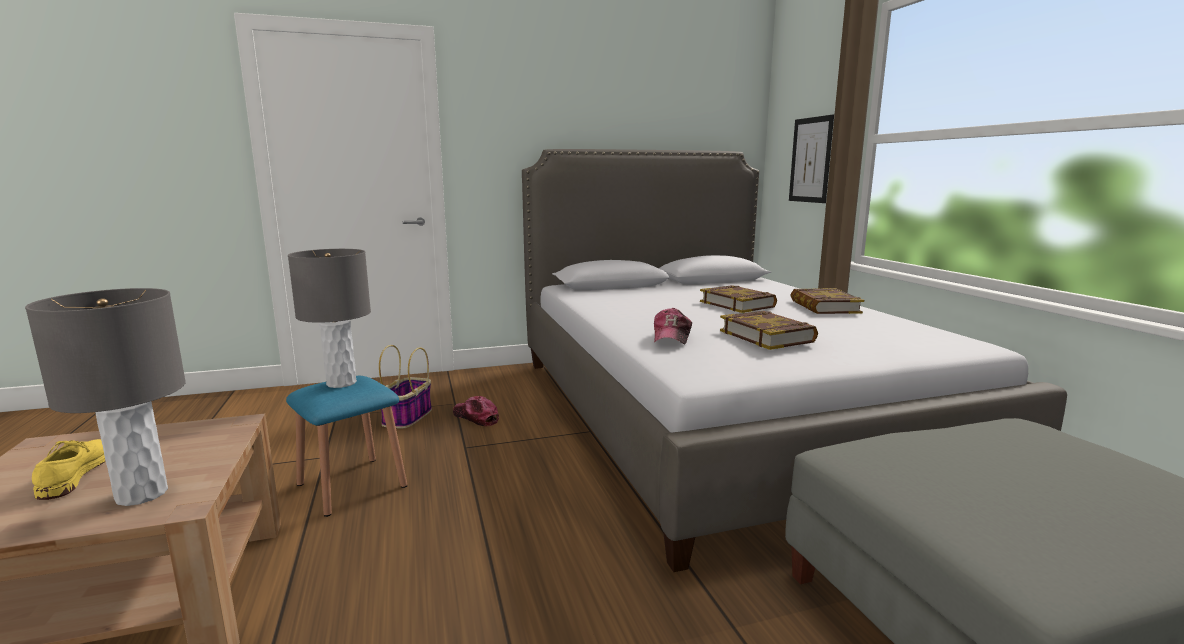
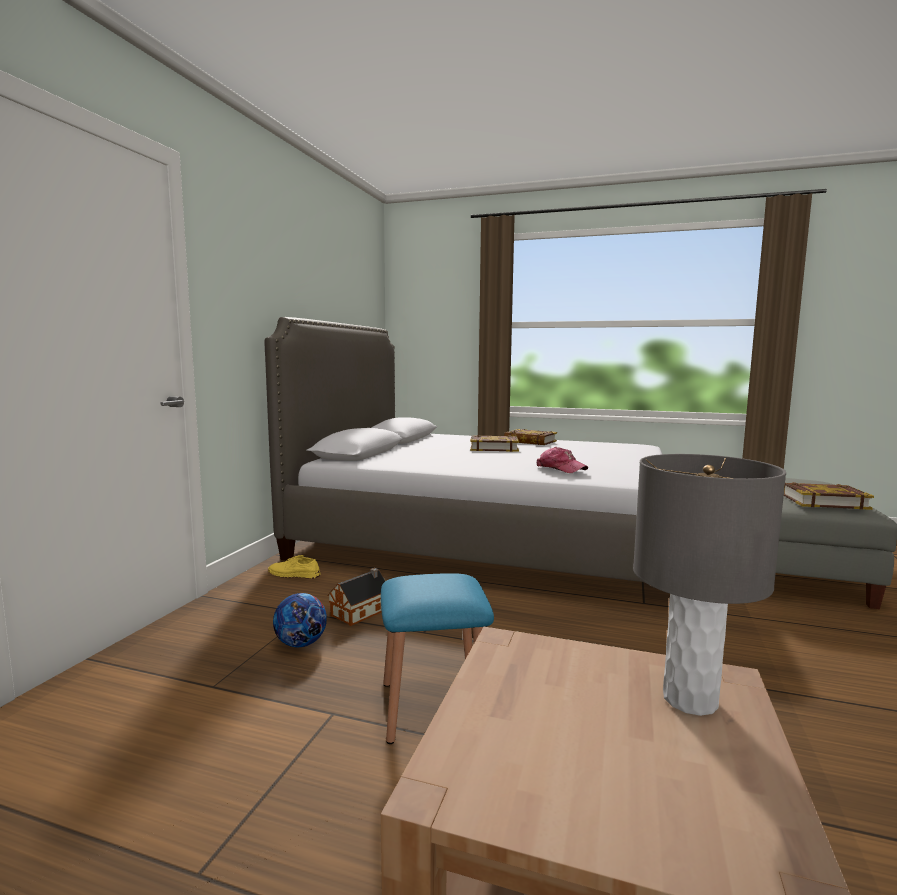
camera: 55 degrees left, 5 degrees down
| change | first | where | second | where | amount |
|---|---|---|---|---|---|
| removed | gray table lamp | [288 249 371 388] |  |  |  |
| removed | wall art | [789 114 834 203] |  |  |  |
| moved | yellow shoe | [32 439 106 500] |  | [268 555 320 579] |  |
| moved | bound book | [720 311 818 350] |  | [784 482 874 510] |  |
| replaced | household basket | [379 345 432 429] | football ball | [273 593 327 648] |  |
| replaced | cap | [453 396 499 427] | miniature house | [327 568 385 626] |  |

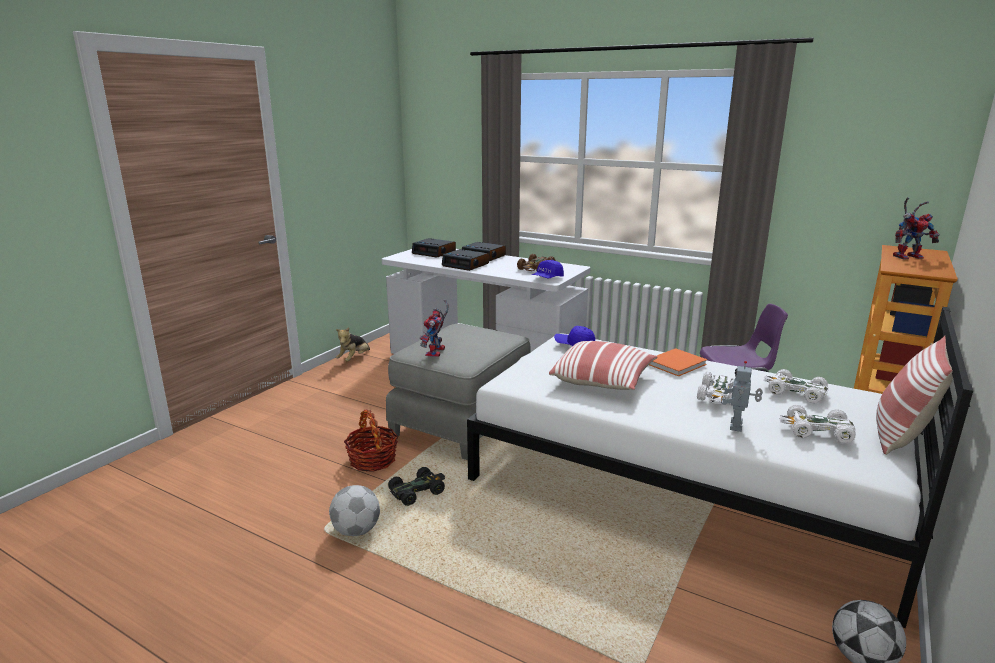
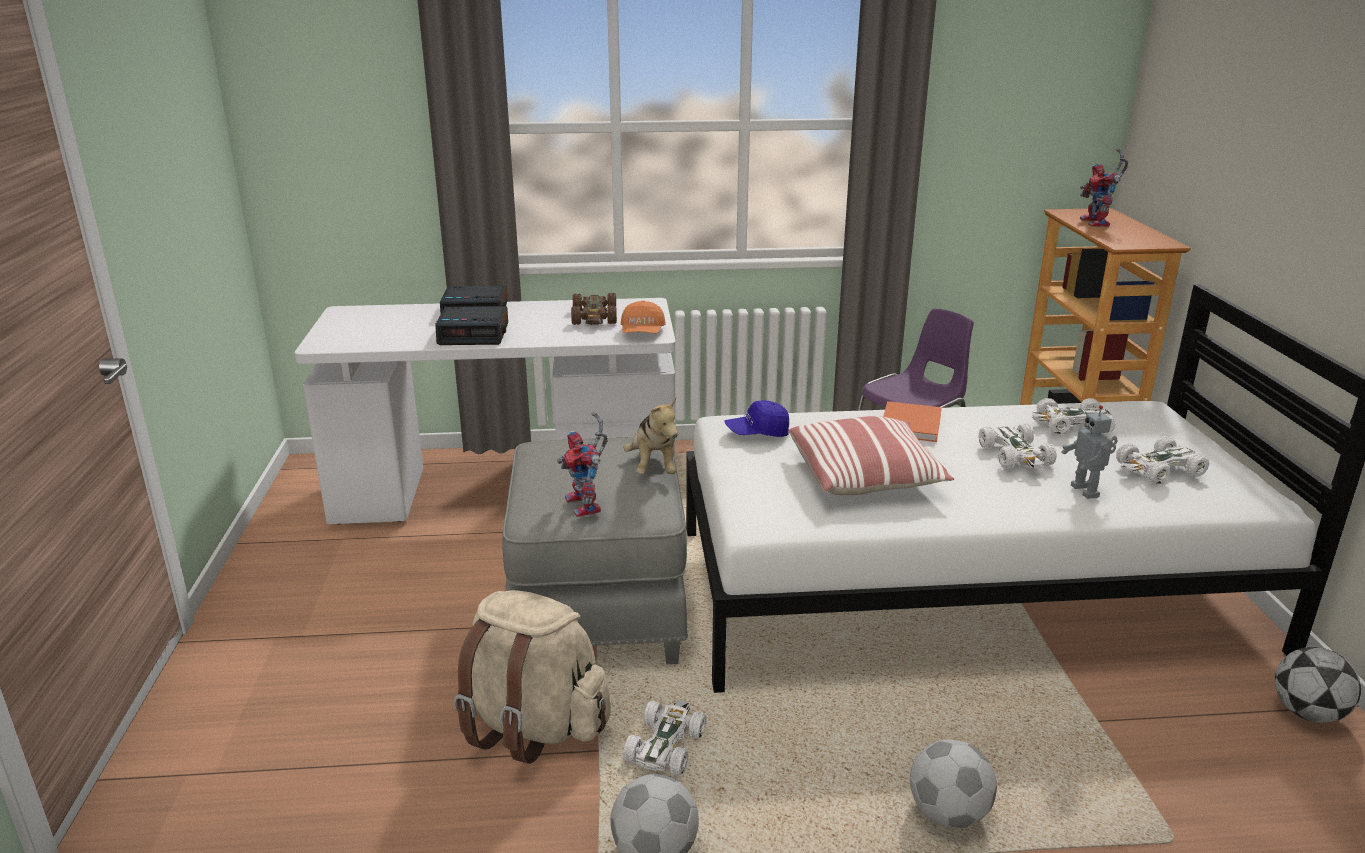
camera: 35 degrees left, 5 degrees up
| change | first | where | second | where | amount |
|---|---|---|---|---|---|
| removed | bedside clock | [412 238 456 257] |  |  |  |
| removed | pillow | [876 336 953 455] |  |  |  |
| added |  |  | football ball | [910 740 997 828] |  |
| moved | plush toy | [336 327 370 362] |  | [624 397 678 474] |  |
| replaced | household basket | [344 409 398 472] | beige-coloured rucksack | [454 590 611 764] |  |
| recoloured | blackish toy car | [388 467 445 506] | white toy car | [623 700 706 775] |  |
| recoloured | blue cap | [532 260 564 278] | orange cap | [621 301 666 334] |  |
| turned | toy robot | [893 197 939 259] |  | [1080 148 1128 227] | 135 degrees clockwise |

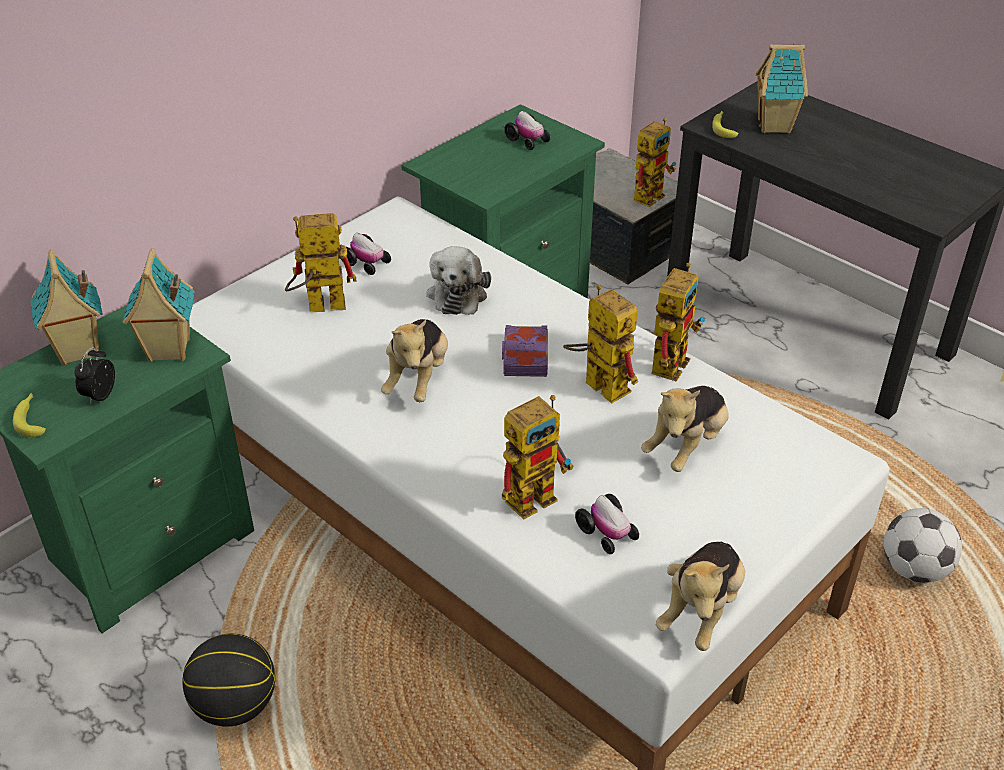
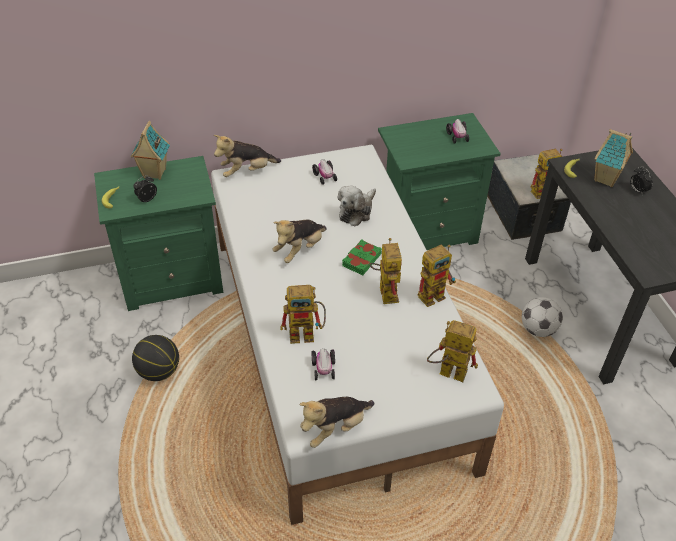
camera: 30 degrees right, 5 degrees up
| change | first | where | second | where | amount |
|---|---|---|---|---|---|
| removed | miniature house | [122 248 195 362] |  |  |  |
| added |  |  | bedside clock | [630 166 653 196] |  |
| moved | toy robot | [285 213 357 312] |  | [427 320 478 382] |  |
| moved | plush toy | [641 386 729 472] |  | [214 135 281 177] |  |
| moved | football ball | [884 508 962 583] |  | [522 297 563 337] |  |
| recoloured | purple-coloured bound book | [502 325 548 377] | green bound book | [342 239 382 275] |  |

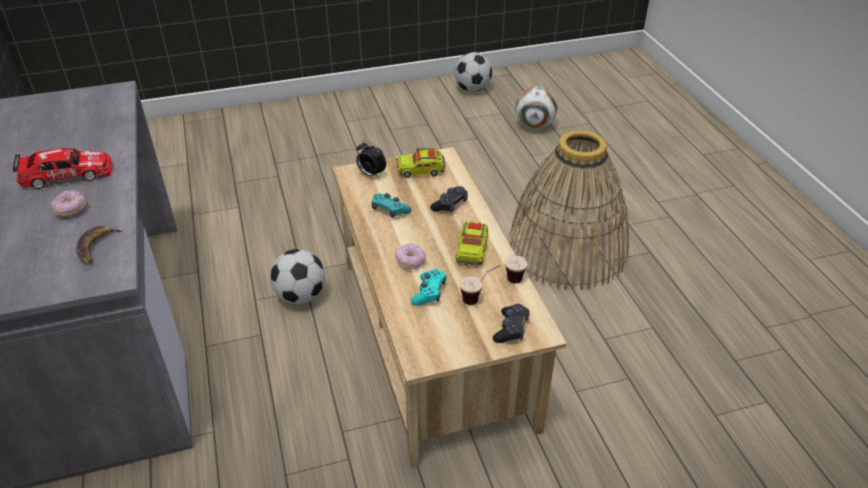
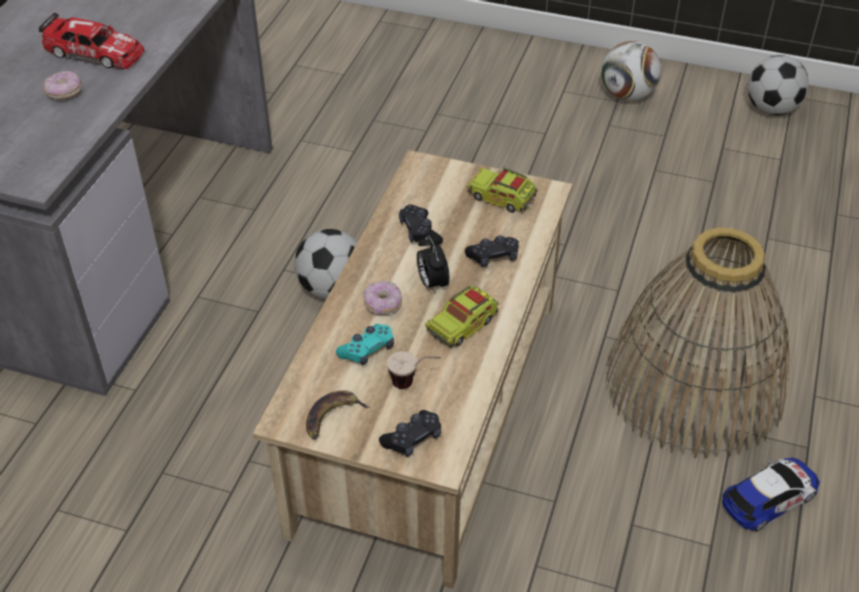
camera: 35 degrees right, 5 degrees up
| change | first | where | second | where | amount |
|---|---|---|---|---|---|
| removed | small cup | [505 245 545 283] |  |  |  |
| added |  |  | toy car | [722 457 820 531] |  |
| moved | whole banana | [76 226 124 264] |  | [306 390 370 440] |  |
| moved | bedside clock | [356 140 386 179] |  | [417 236 450 294] |  |
| moved | football ball | [515 86 558 129] |  | [601 41 661 101] |  |
| recoloured | turquoise-coloured game controller | [372 193 412 218] | blackish game controller | [399 205 443 245] |  |

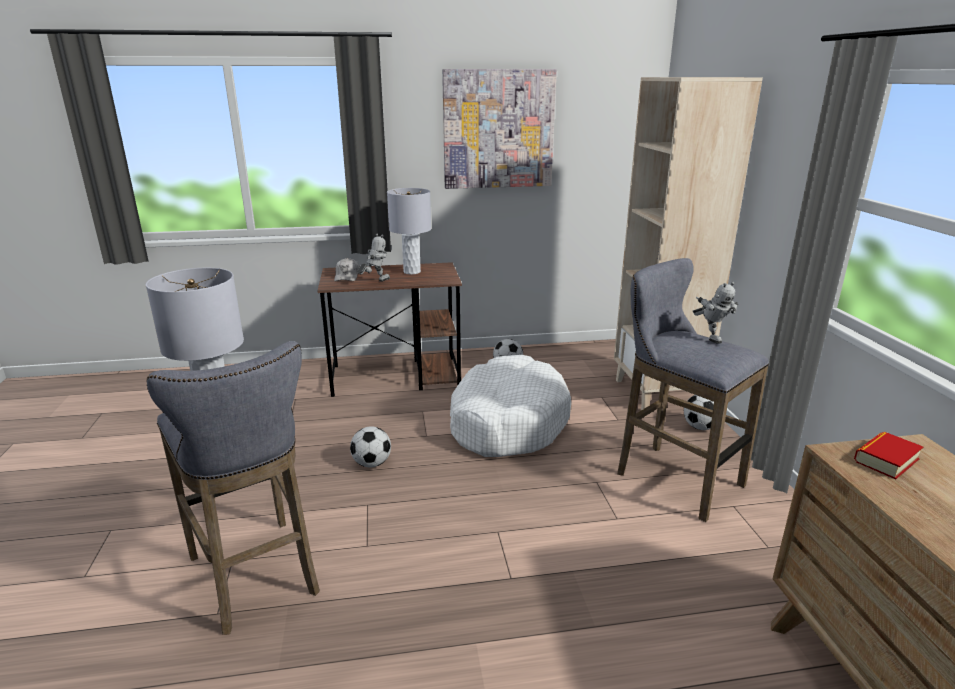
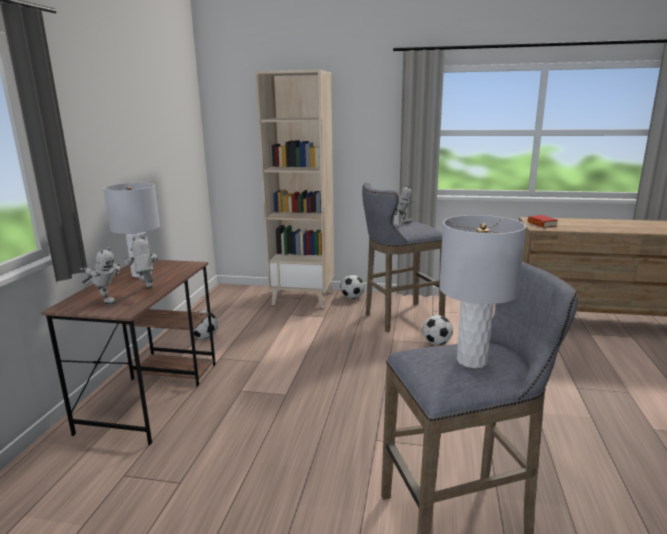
camera: 70 degrees left, 5 degrees down
| change | first | where | second | where | amount |
|---|---|---|---|---|---|
| removed | wall art | [442 69 557 189] |  |  |  |
| removed | white dog cushion | [450 355 571 457] |  |  |  |
| moved | football ball | [350 426 391 467] |  | [423 315 453 345] |  |
| replaced | white cap | [334 258 360 281] | toy robot | [80 247 120 305] |  |

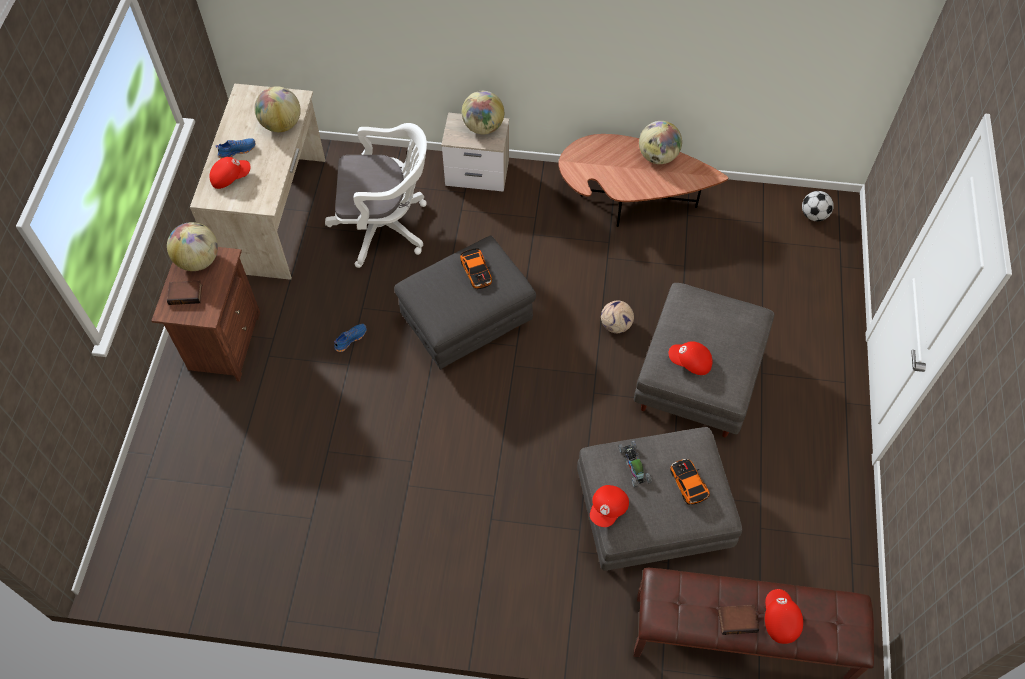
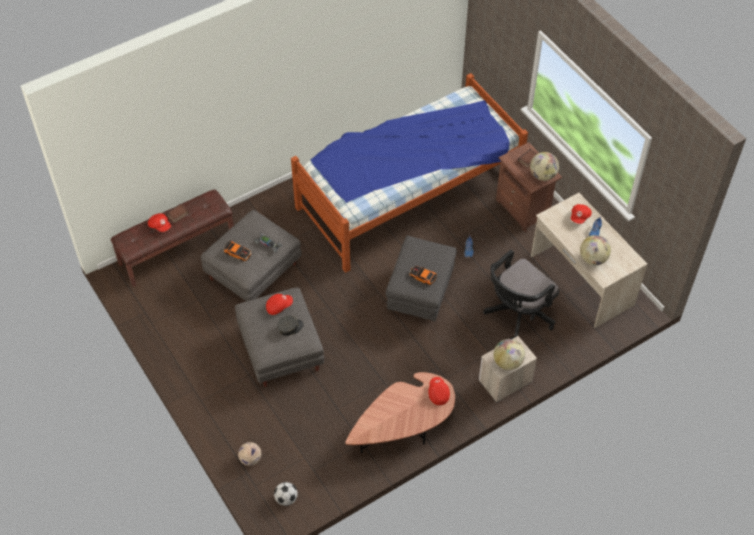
camera: 140 degrees right, 5 degrees down
| change | first | where | second | where | amount |
|---|---|---|---|---|---|
| removed | globe | [639 121 682 164] |  |  |  |
| added |  |  | gray cap | [277 315 304 336] |  |
| added |  |  | bedroom bed | [291 73 528 273] |  |
| moved | red cap | [590 485 629 527] |  | [428 377 450 405] |  |
| moved | football ball | [601 301 634 333] |  | [238 442 261 466] |  |
| recoloured | white office chair | [325 123 427 268] | blackish office chair | [483 250 559 339] |  |

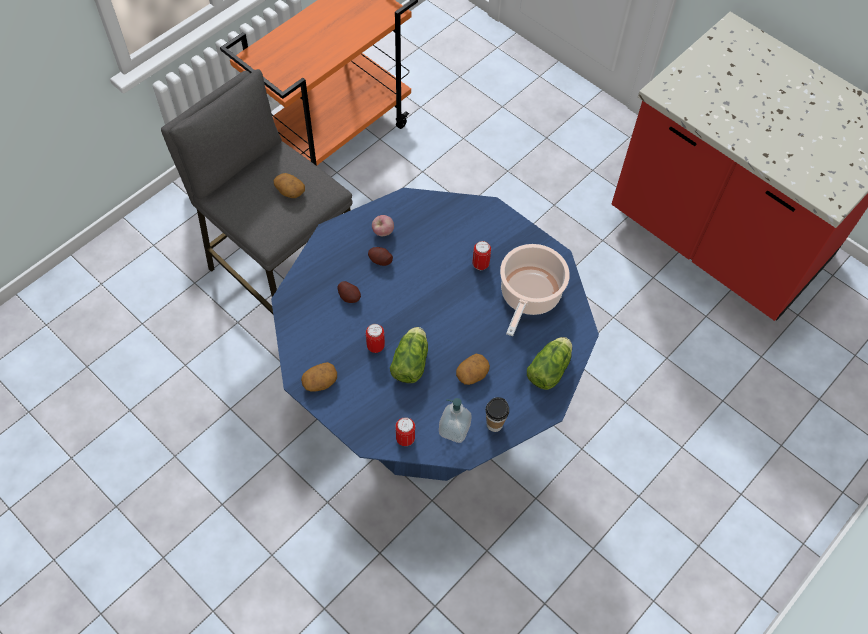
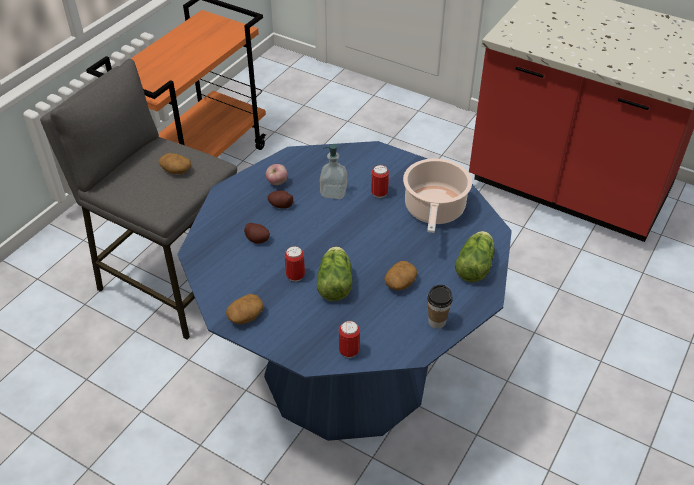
camera: 10 degrees left, 15 degrees down
| change | first | where | second | where | amount |
|---|---|---|---|---|---|
| moved | soap dispenser | [439 398 472 443] |  | [320 144 347 199] |  |

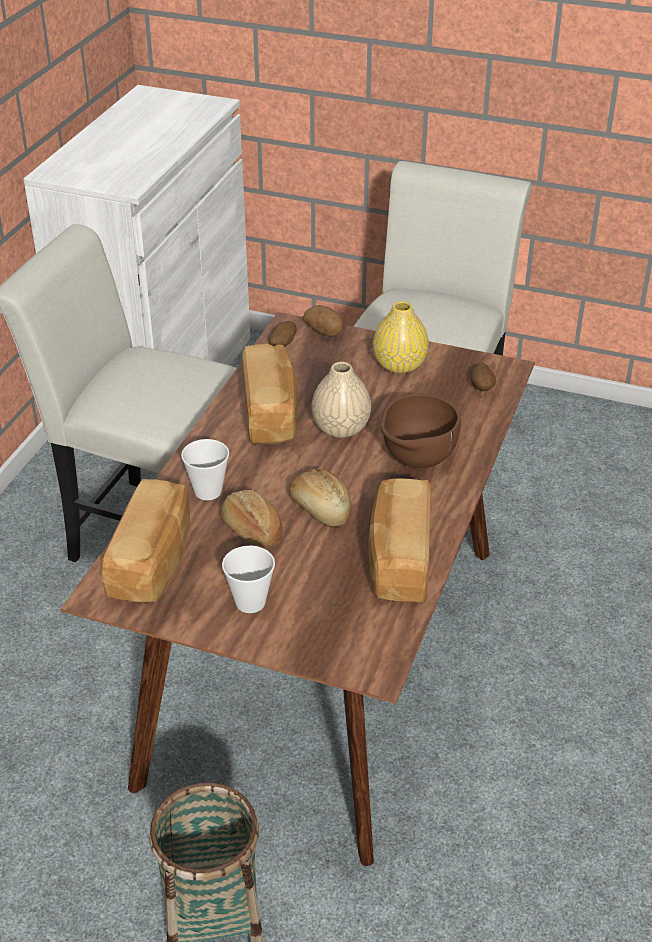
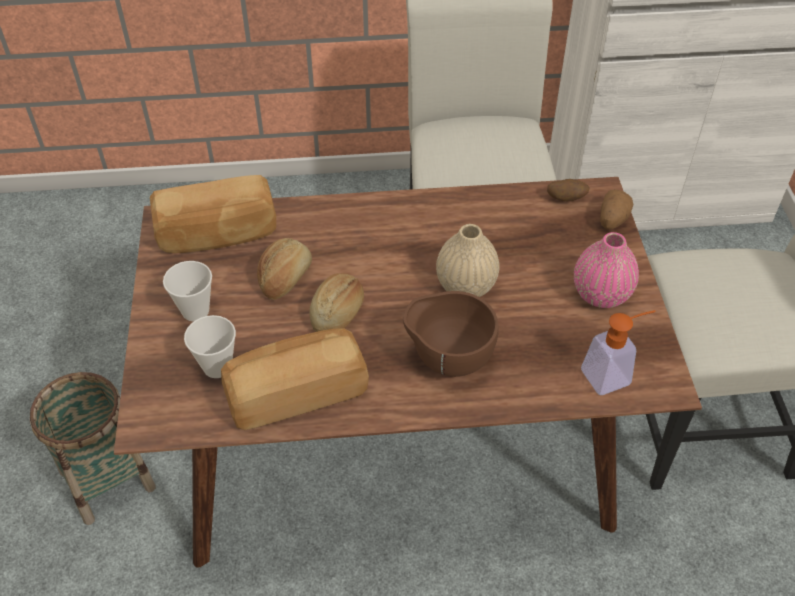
camera: 65 degrees right, 10 degrees up
| change | first | where | second | where | amount |
|---|---|---|---|---|---|
| removed | bakery bread | [242 344 298 445] |  |  |  |
| moved | small cup | [181 439 229 500] |  | [184 315 236 378] |  |
| replaced | spud | [471 363 496 391] | soap dispenser | [581 310 656 395] |  |
| recoloured | yellow decorative vase | [373 301 429 374] | pink decorative vase | [574 232 639 308] |  |

